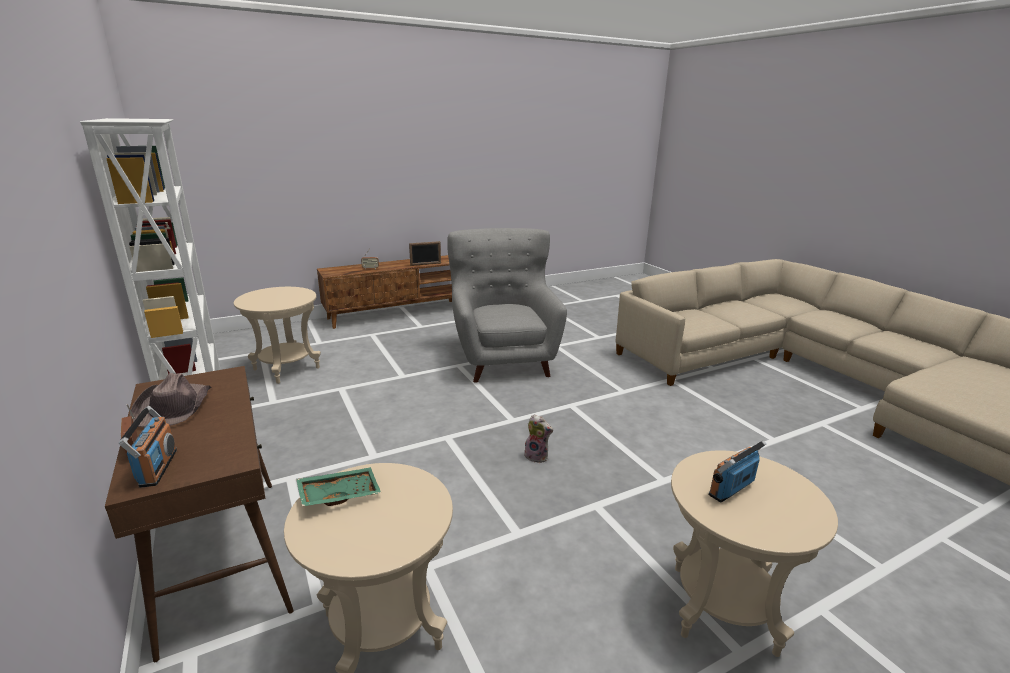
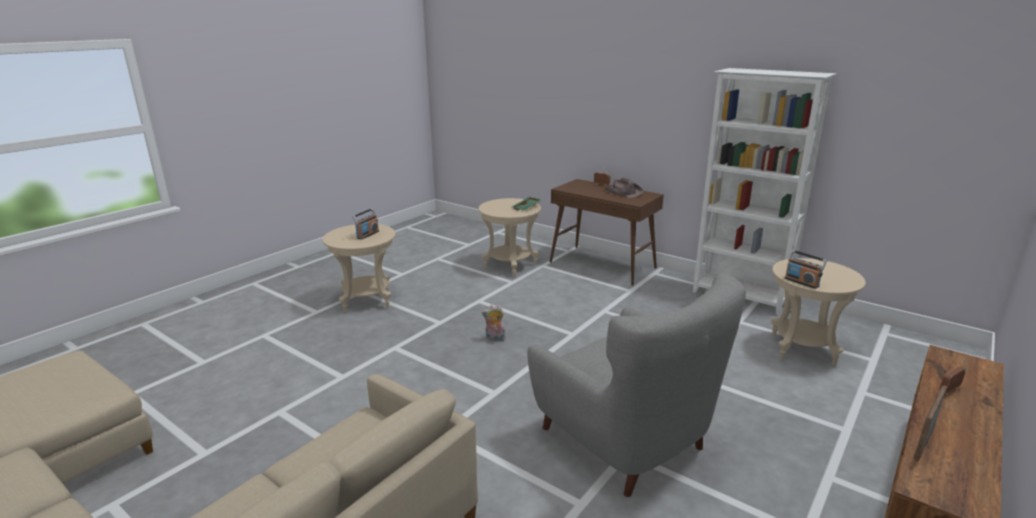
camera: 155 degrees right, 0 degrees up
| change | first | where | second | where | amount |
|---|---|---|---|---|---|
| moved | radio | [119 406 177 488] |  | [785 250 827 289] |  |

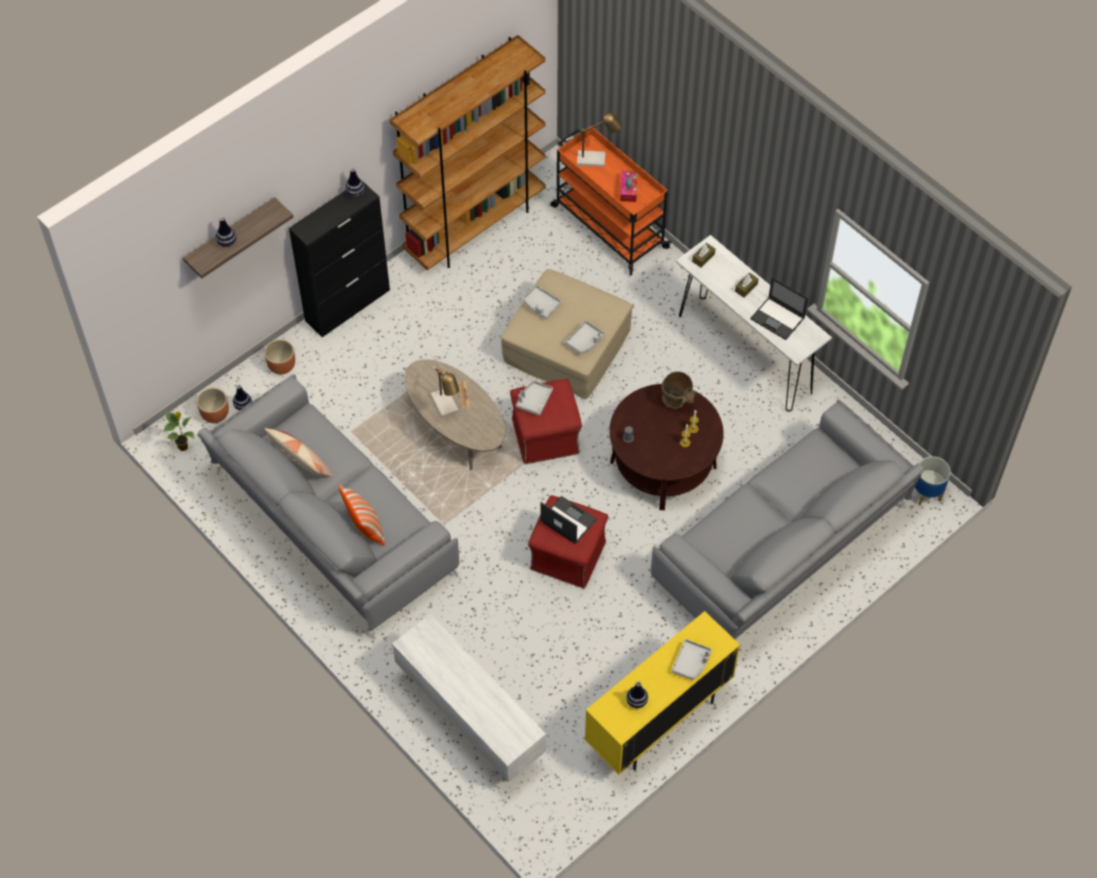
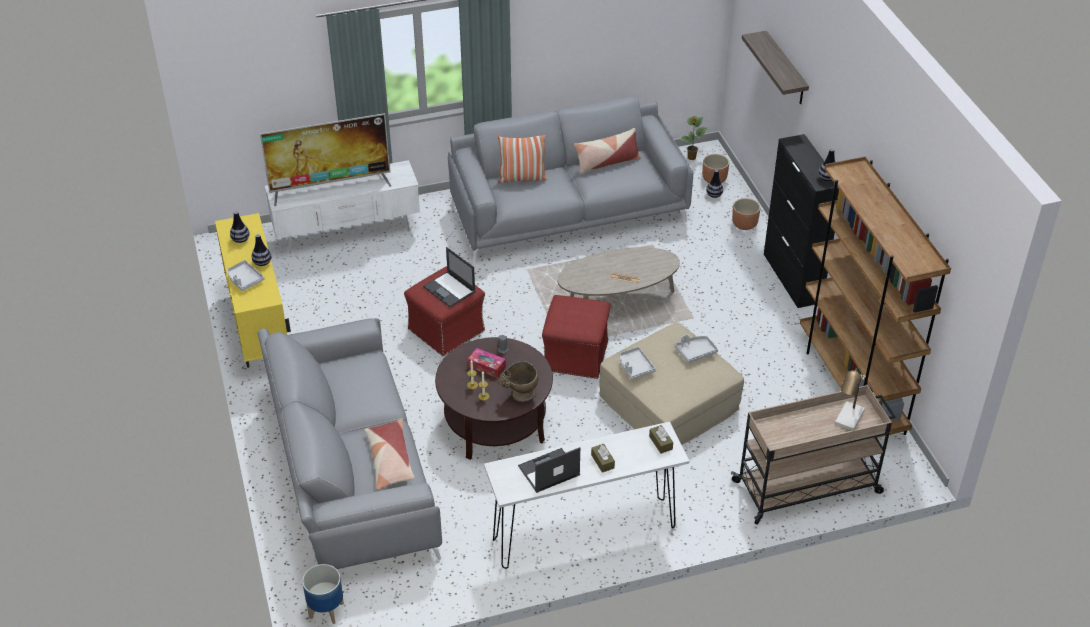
camera: 115 degrees right, 15 degrees down
| change | first | where | second | where | amount |
|---|---|---|---|---|---|
| removed | table lamp | [431 366 459 417] |  |  |  |
| removed | gray tray | [516 381 553 416] |  |  |  |
| added |  |  | television | [260 113 391 206] |  |
| added |  |  | pillow | [365 419 415 490] |  |
| moved | decorative vase | [216 217 236 247] |  | [252 234 271 266] |  |
| moved | tissue holder | [620 171 637 202] |  | [468 348 506 378] |  |
| recoloured | orange wheeled cart | [550 126 672 275] | beige-coloured wheeled cart | [731 385 896 525] |  |
| turned | notebook computer | [540 496 597 544] |  | [423 247 475 307] | 75 degrees clockwise |

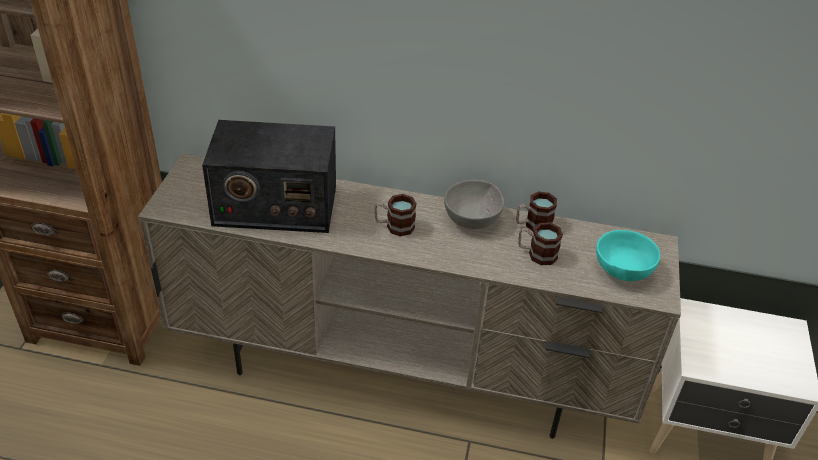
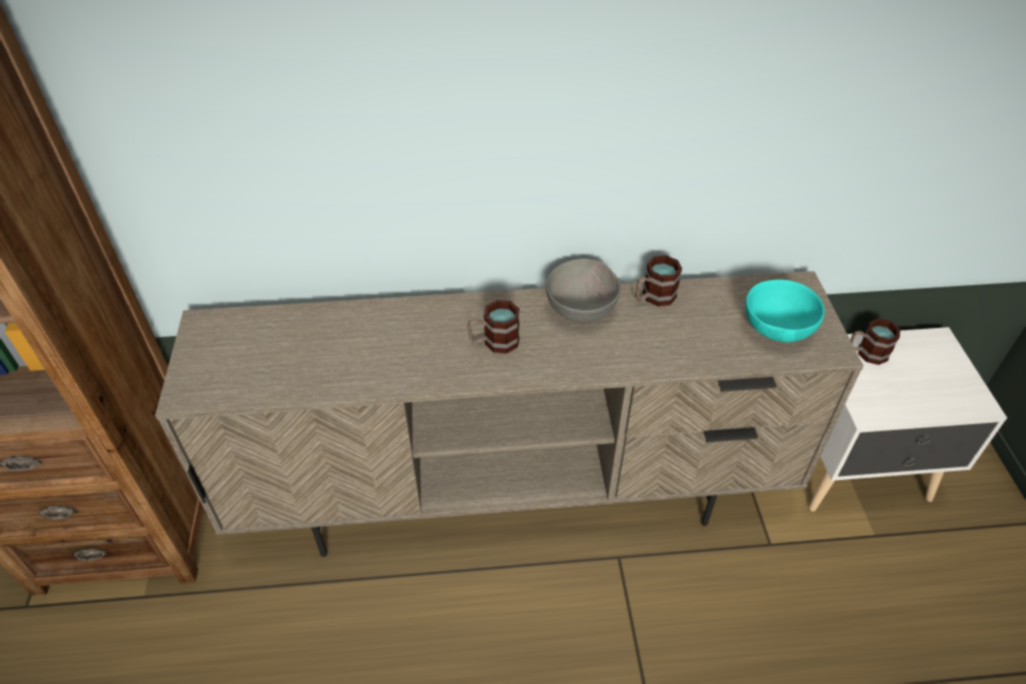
camera: 15 degrees left, 5 degrees up
| change | first | where | second | where | amount |
|---|---|---|---|---|---|
| removed | radio | [202 120 336 233] |  |  |  |
| moved | coffee mug | [518 222 563 265] |  | [851 318 900 365] |  |

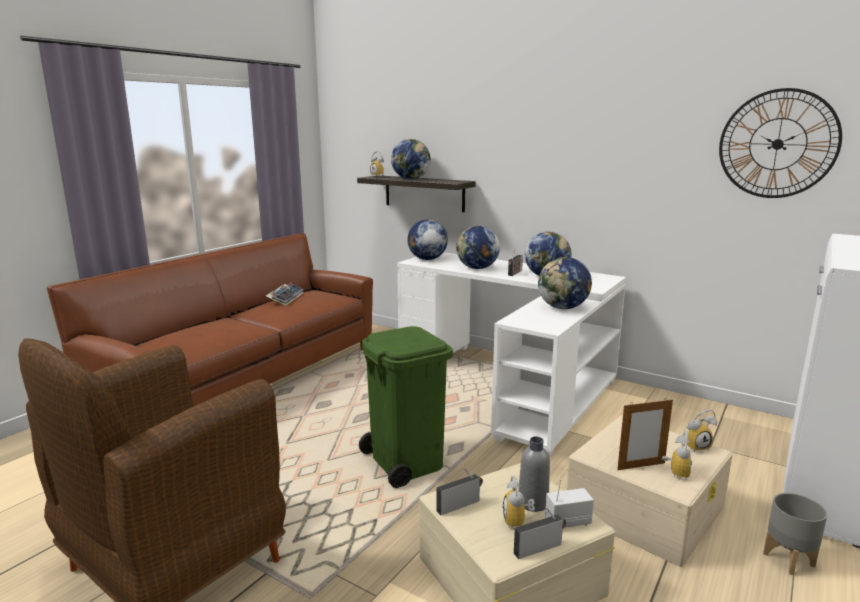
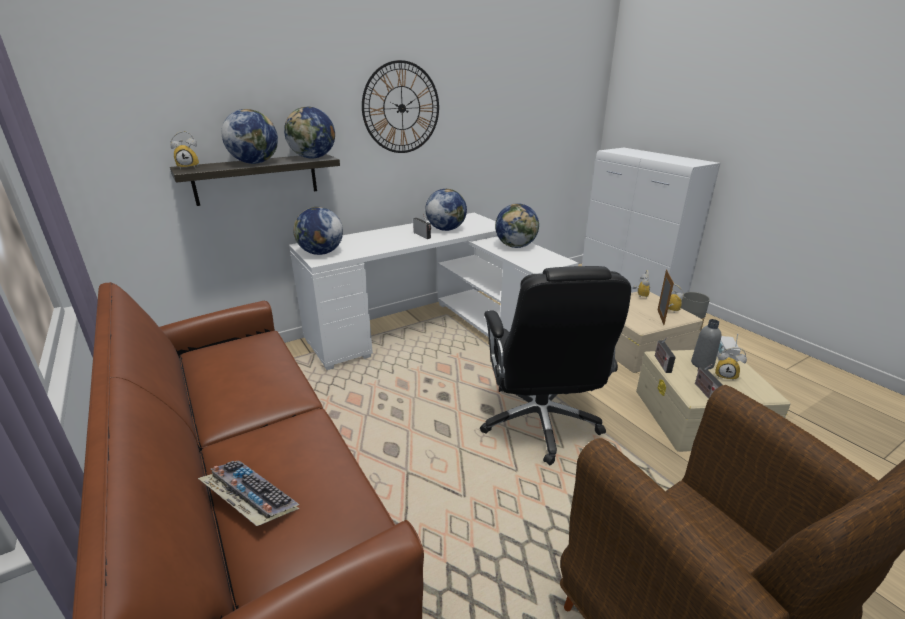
camera: 65 degrees left, 10 degrees up
| change | first | where | second | where | amount |
|---|---|---|---|---|---|
| moved | PC keyboard | [266 282 304 306] |  | [198 460 299 526] |  |
| moved | globe | [456 226 500 269] |  | [284 107 335 158] |  |
| moved | radio | [514 507 566 559] |  | [655 337 676 373] |  |
| moved | hanging clock | [719 88 842 198] |  | [362 60 439 153] |  |
| replaced | green trash can | [359 326 453 488] | blackish office chair | [480 266 631 465] |  |

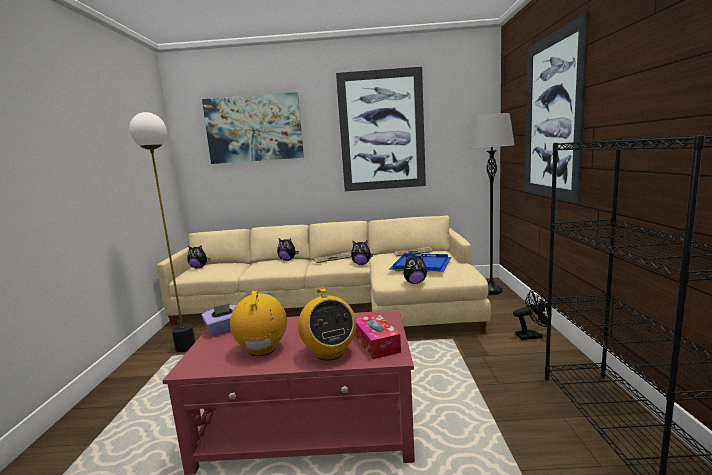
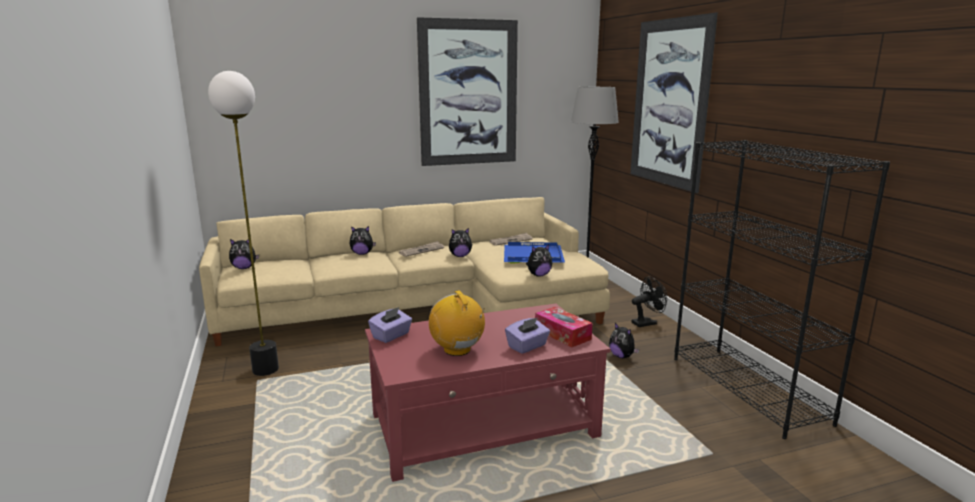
camera: 20 degrees left, 5 degrees up
| change | first | where | second | where | amount |
|---|---|---|---|---|---|
| removed | wall art | [202 92 304 164] |  |  |  |
| added |  |  | plush toy | [609 323 639 358] |  |
| replaced | radio | [298 288 356 361] | purple-coloured tissue holder | [505 317 550 353] |  |

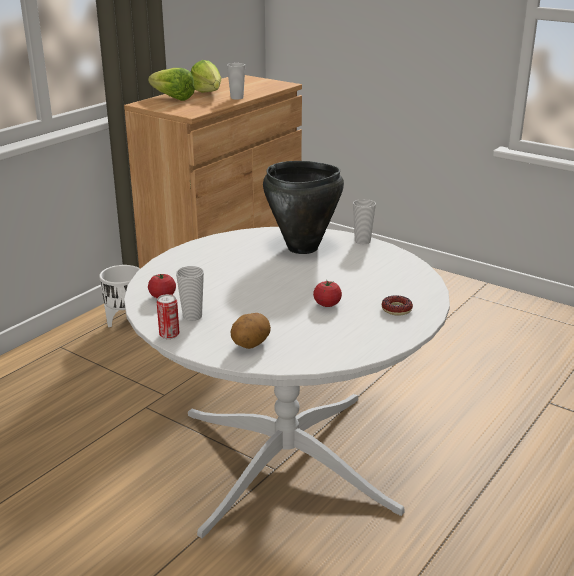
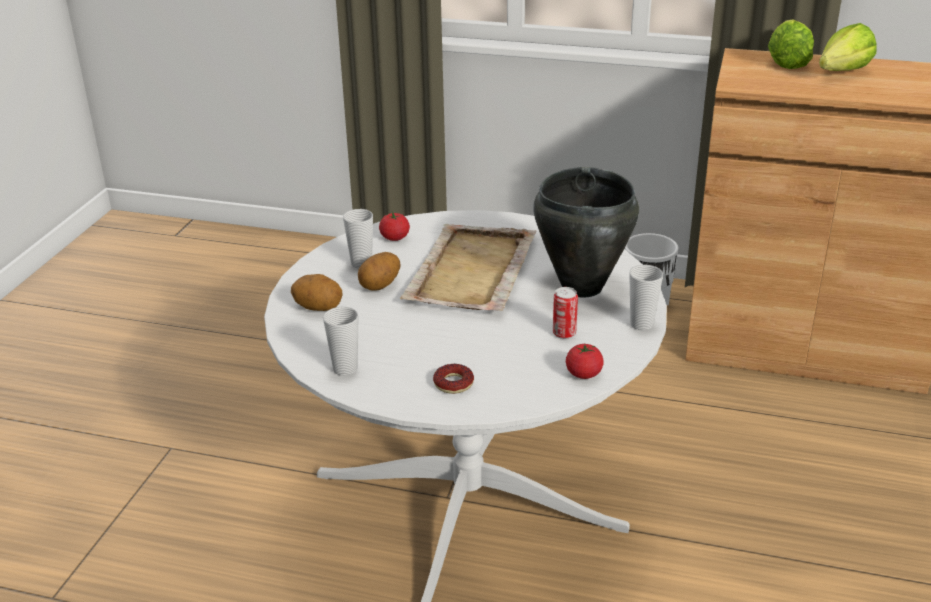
camera: 70 degrees right, 5 degrees up
| change | first | where | second | where | amount |
|---|---|---|---|---|---|
| added |  |  | spud | [358 252 401 291] |  |
| added |  |  | beige-coloured tray | [400 224 536 311] |  |
| moved | sealed can | [157 294 179 339] |  | [553 287 578 339] |  |
| moved | small cup | [227 63 245 100] |  | [323 307 359 376] |  |
| moved | tomato | [313 280 342 307] |  | [566 344 604 379] |  |

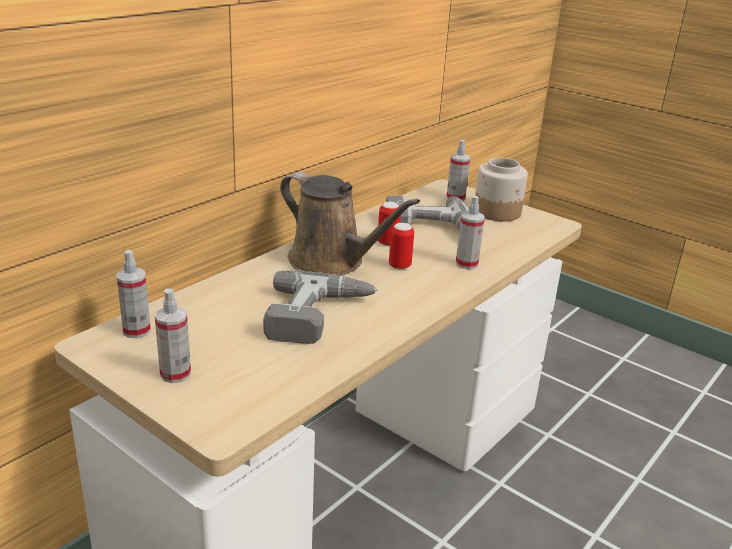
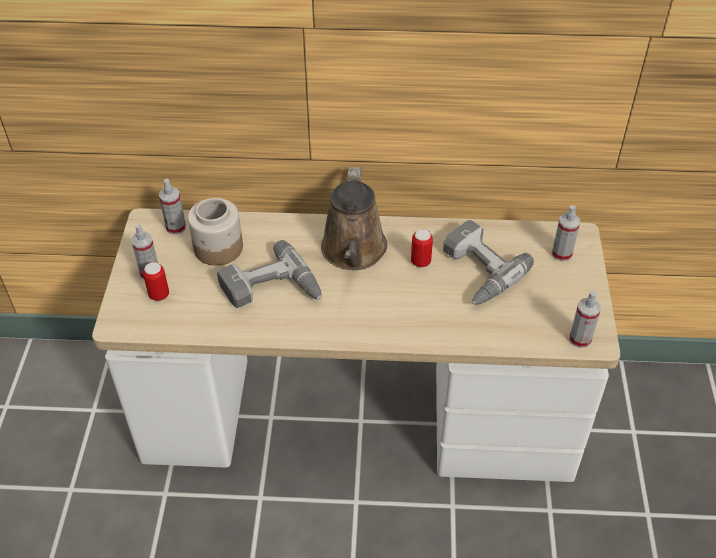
camera: 55 degrees right, 20 degrees up
| change | first | where | second | where | amount |
|---|---|---|---|---|---|
| moved | sealed can | [389 223 414 270] |  | [143 262 169 301] |  |
| moved | spray bottle | [456 196 485 269] |  | [569 291 601 348] |  |
| moved | jar | [475 158 528 221] |  | [188 198 243 266] |  |

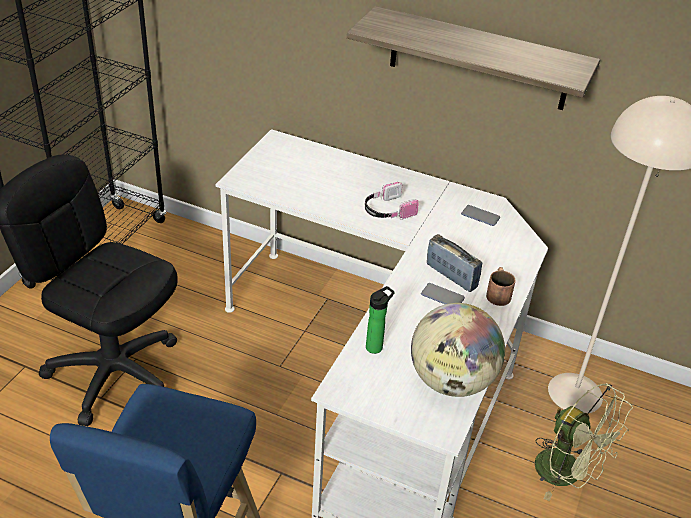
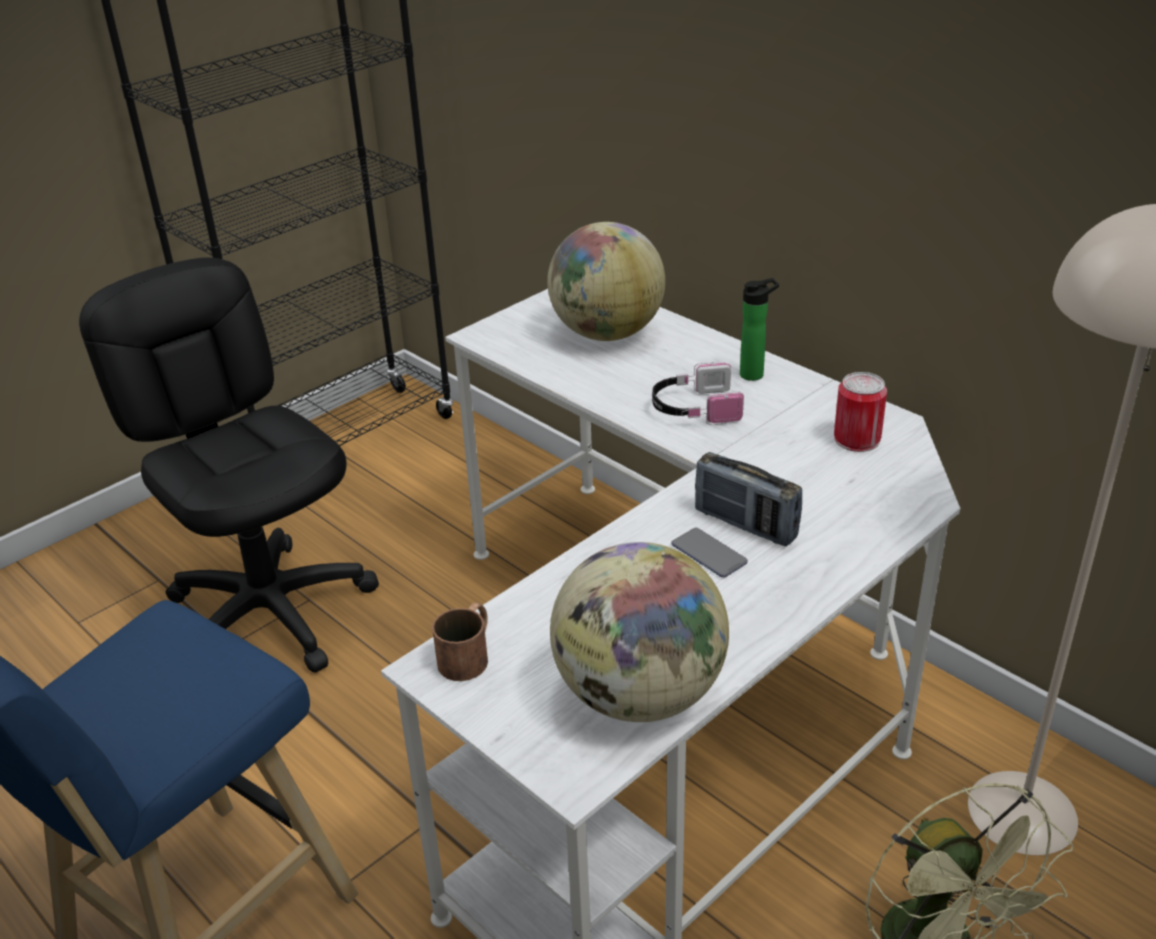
camera: 25 degrees right, 5 degrees down
| change | first | where | second | where | amount |
|---|---|---|---|---|---|
| removed | shelf | [347 6 600 110] |  |  |  |
| added |  |  | globe | [547 222 665 341] |  |
| moved | beverage bottle | [366 286 395 354] |  | [740 278 779 381] |  |
| moved | brown coffee mug | [486 267 515 306] |  | [432 603 488 681] |  |
| replaced | telephone | [461 205 500 226] | sealed can | [834 372 887 452] |  |
| turned | radio | [427 234 482 292] |  | [695 452 802 546] | 150 degrees clockwise |

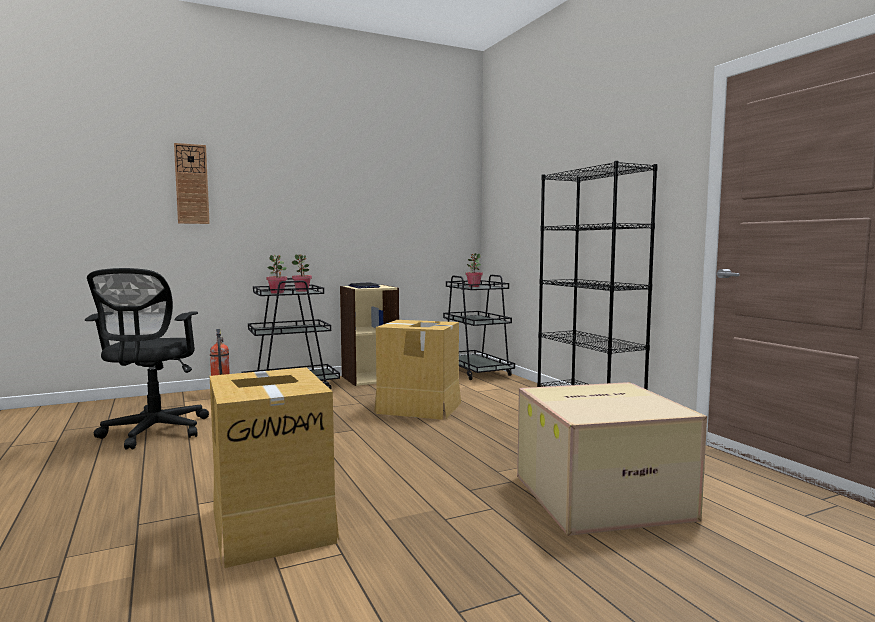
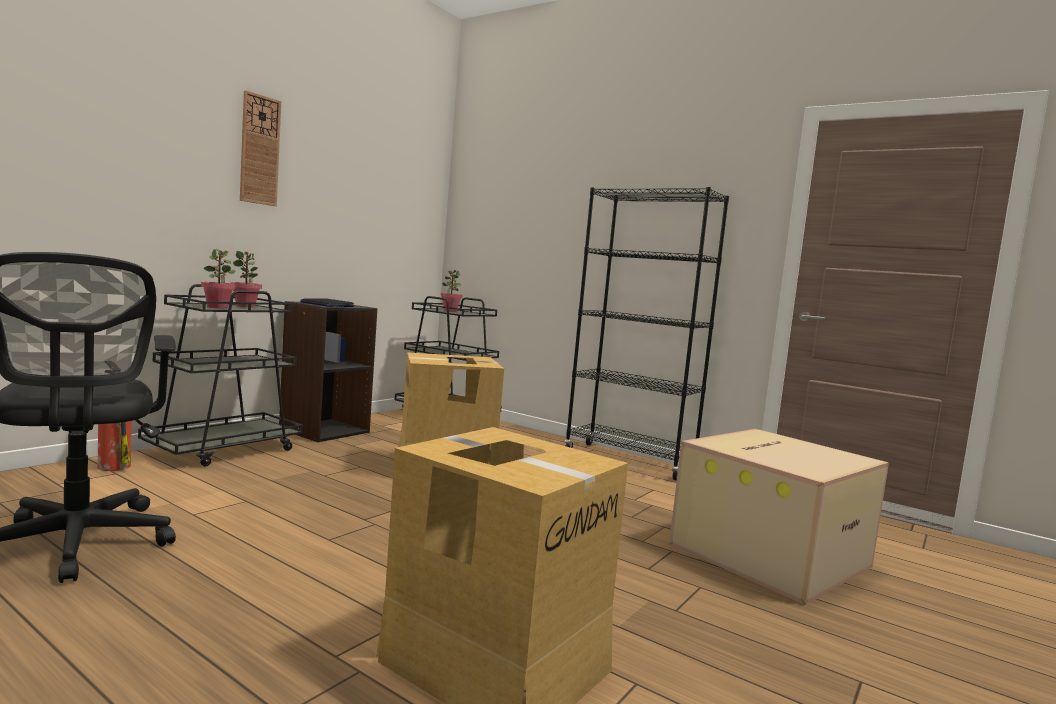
camera: 30 degrees left, 0 degrees up
| change | first | where | second | where | amount |
|---|---|---|---|---|---|
| moved | hanging clock | [174 143 210 224] |  | [240 90 281 206] |  |
| recoloured | beige-coloured bookshelf | [340 285 399 386] | blackish bookshelf | [279 301 377 442] |  |

